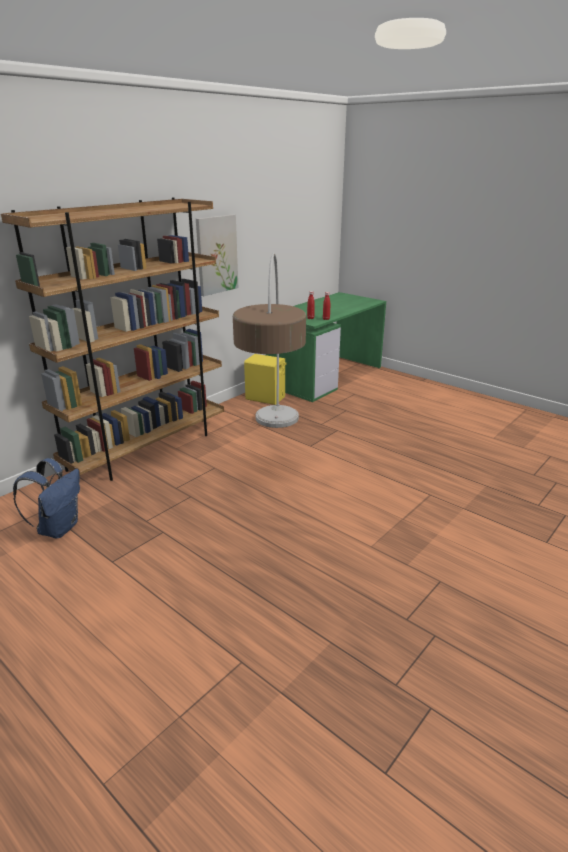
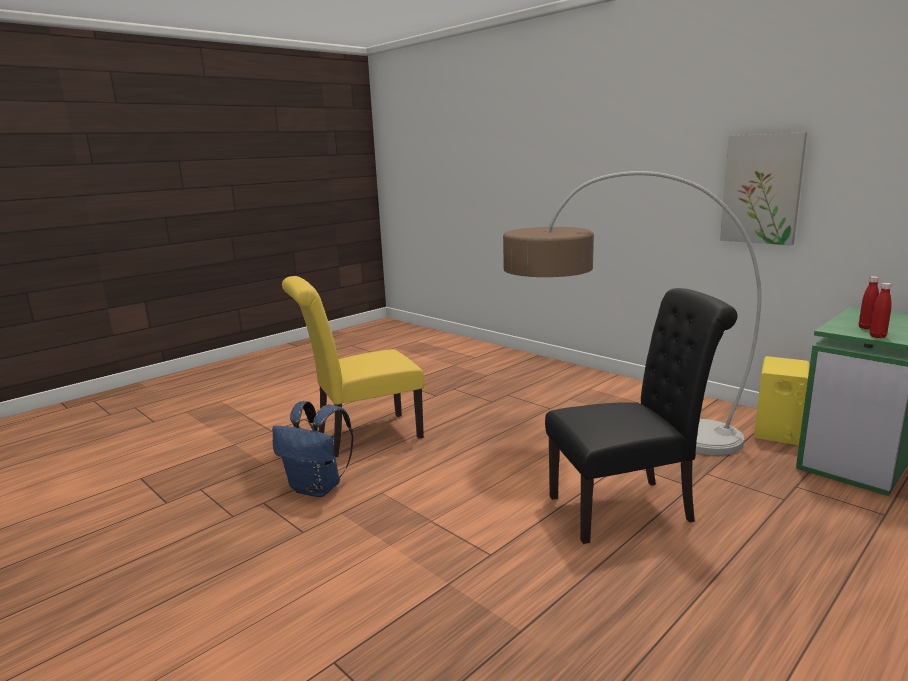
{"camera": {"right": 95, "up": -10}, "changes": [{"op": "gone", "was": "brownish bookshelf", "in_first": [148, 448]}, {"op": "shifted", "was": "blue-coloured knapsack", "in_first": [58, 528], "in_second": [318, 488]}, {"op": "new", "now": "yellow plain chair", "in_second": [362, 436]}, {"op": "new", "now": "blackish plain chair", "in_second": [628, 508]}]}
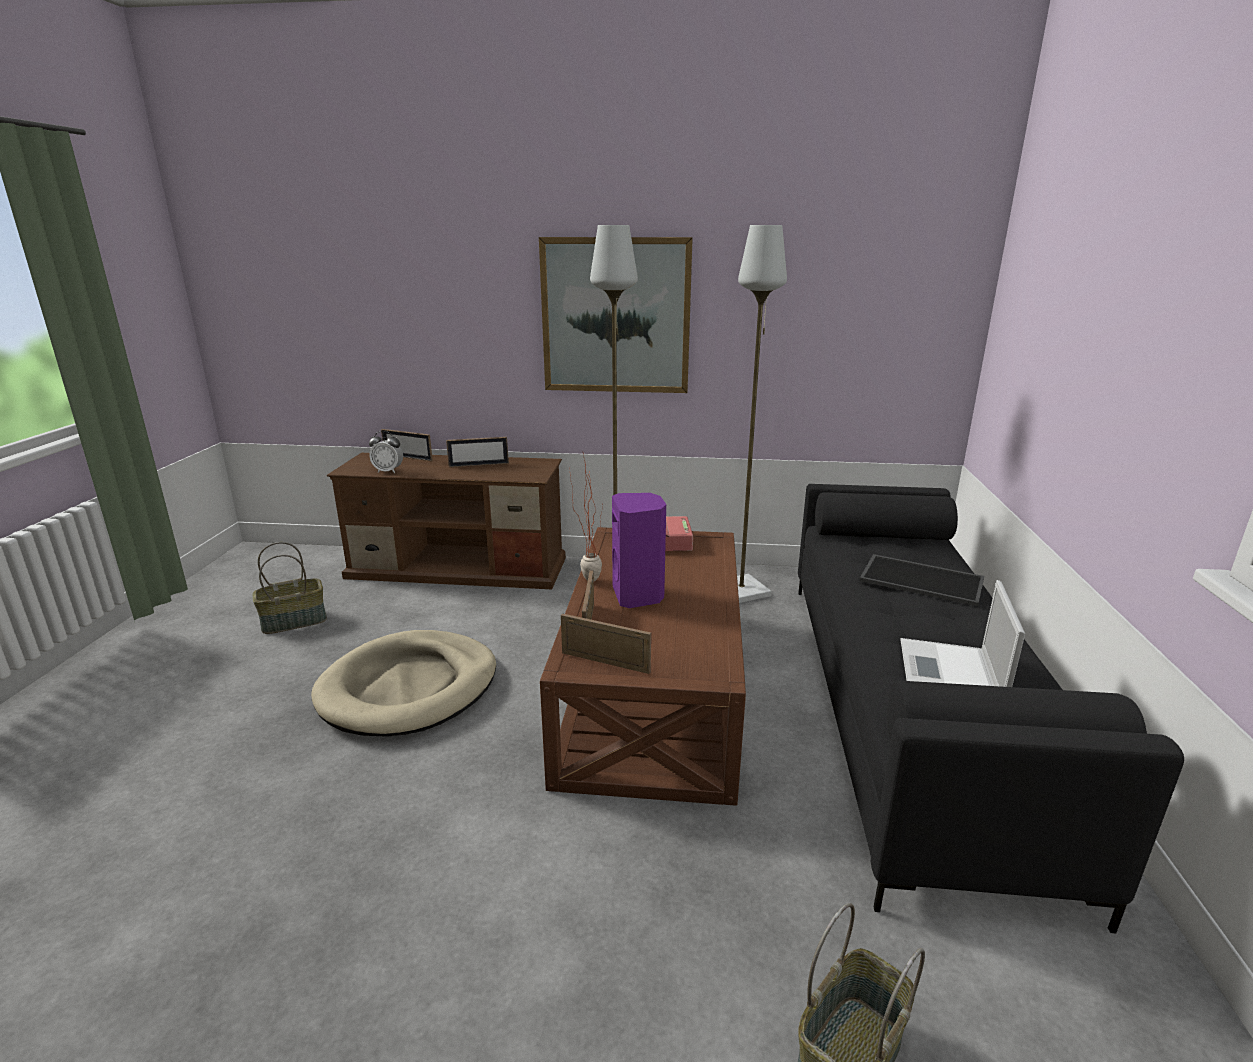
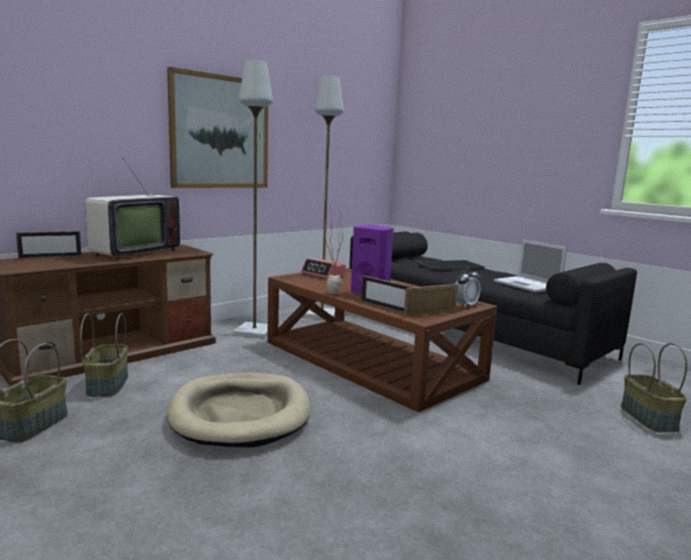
{"camera": {"right": -50, "up": -10}, "changes": [{"op": "shifted", "was": "bedside clock", "in_first": [388, 471], "in_second": [465, 305]}, {"op": "swapped", "was": "photo frame", "now": "TV", "in_first": [478, 465], "in_second": [132, 253]}, {"op": "new", "now": "household basket", "in_second": [107, 385]}]}
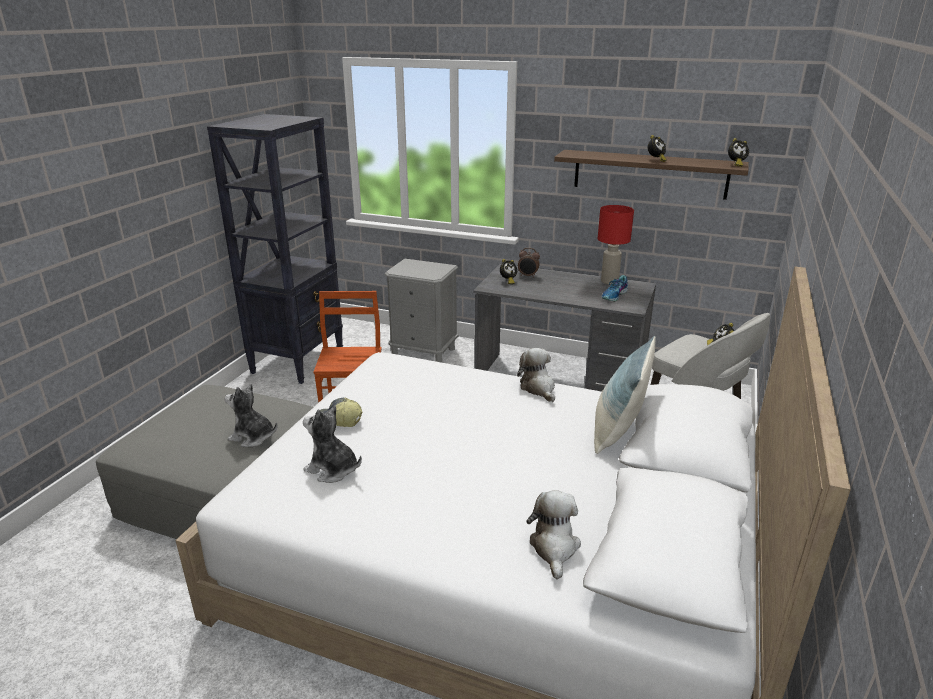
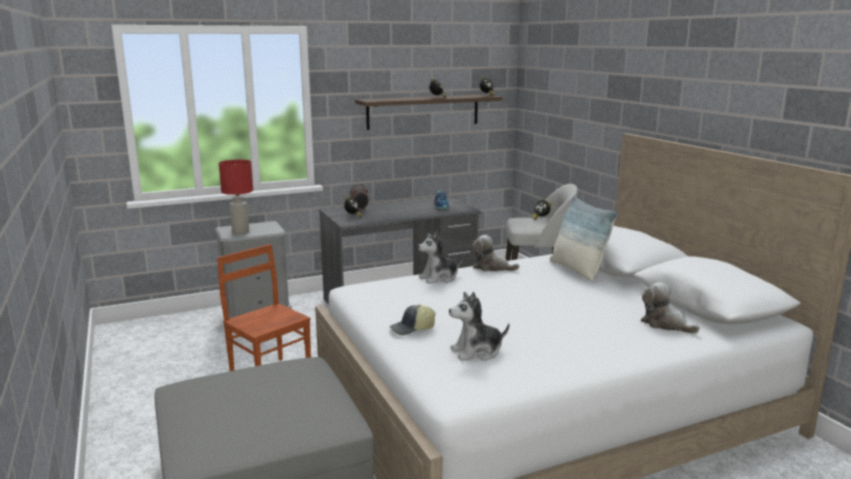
{"camera": {"right": -45, "up": -10}, "changes": [{"op": "gone", "was": "blackish bookshelf", "in_first": [298, 361]}, {"op": "shifted", "was": "soft toy", "in_first": [253, 437], "in_second": [439, 278]}, {"op": "shifted", "was": "red-coloured table lamp", "in_first": [609, 281], "in_second": [240, 232]}]}
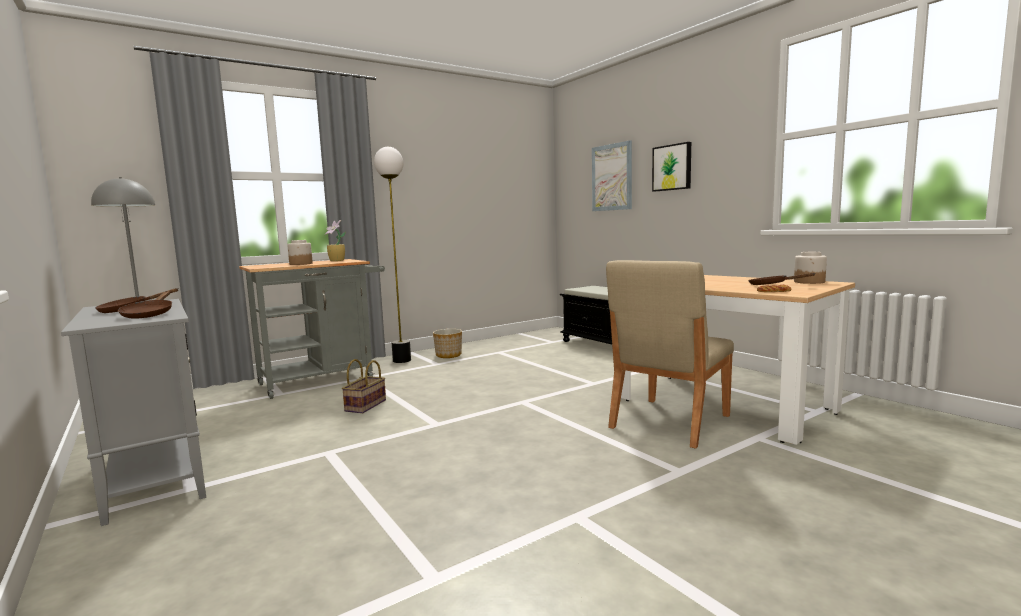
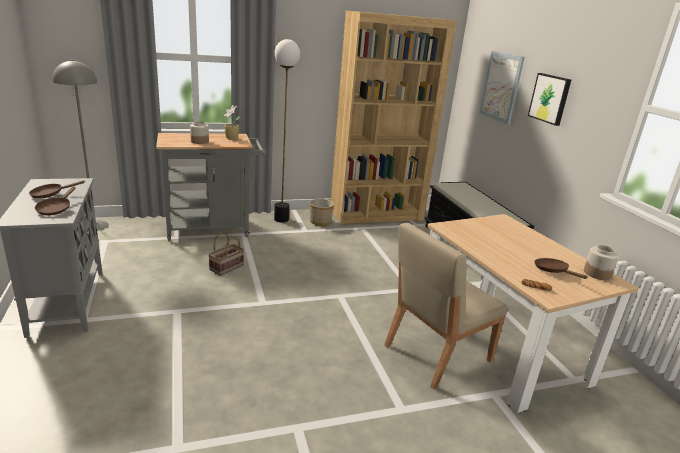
{"camera": {"right": 15, "up": 15}, "changes": [{"op": "new", "now": "brownish bookshelf", "in_second": [377, 214]}]}
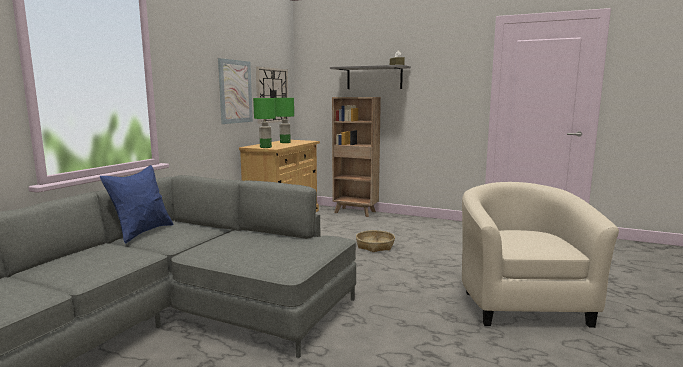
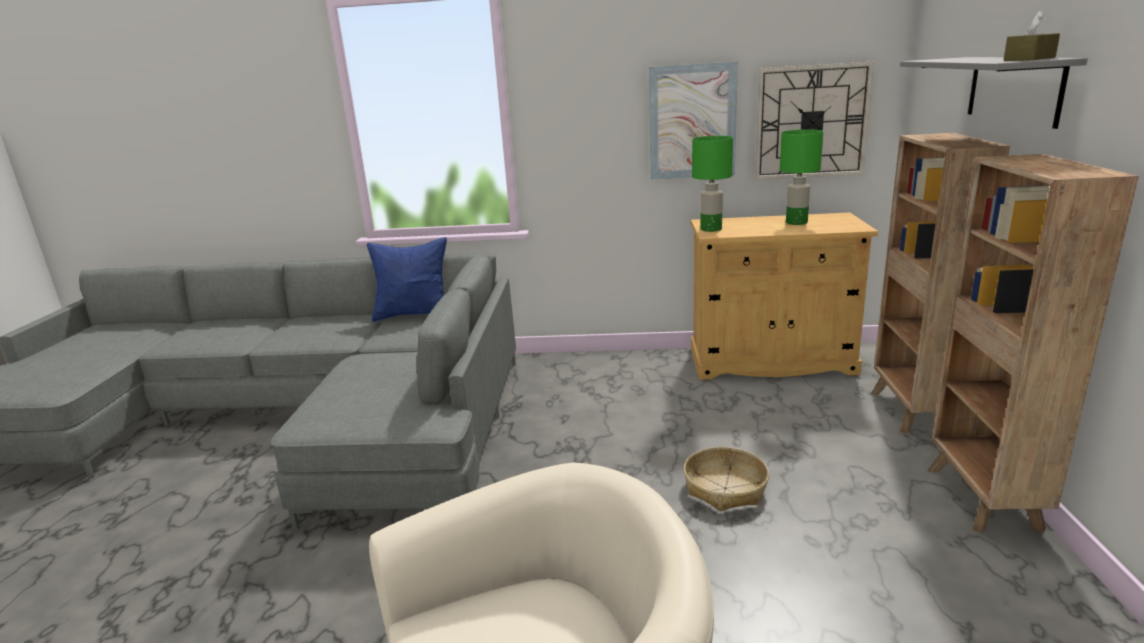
{"camera": {"right": 70, "up": 10}, "changes": [{"op": "new", "now": "brownish bookshelf", "in_second": [983, 499]}]}
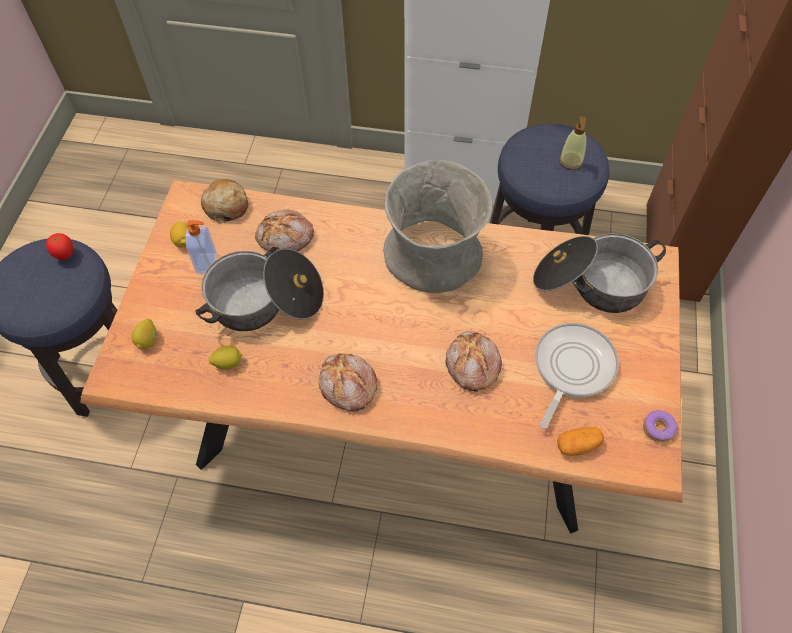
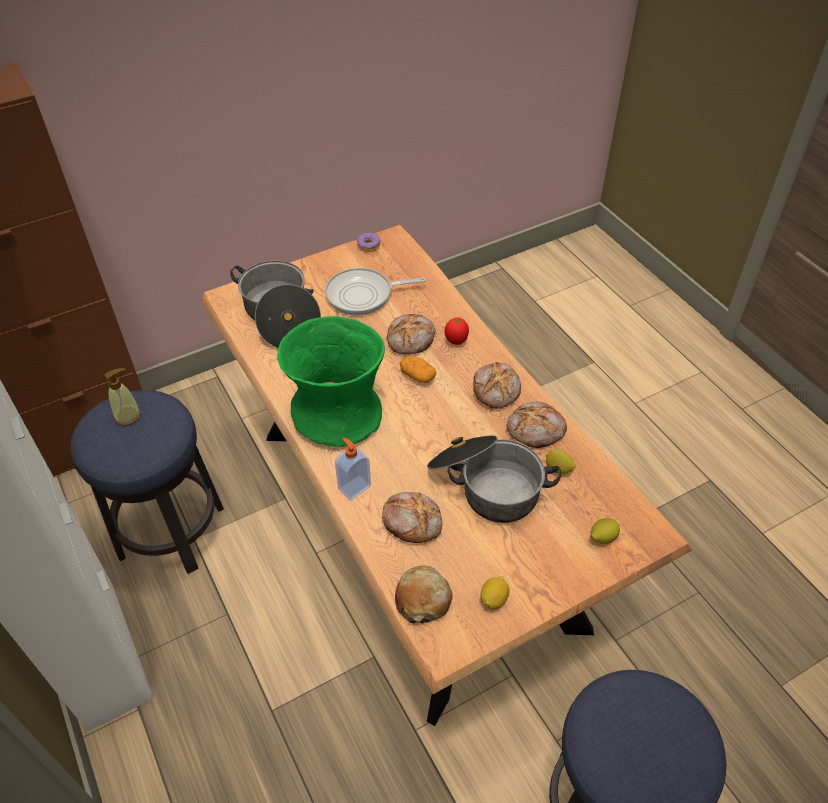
{"camera": {"right": -130, "up": -10}, "changes": [{"op": "shifted", "was": "fresh tomato", "in_first": [65, 255], "in_second": [456, 341]}, {"op": "shifted", "was": "liquid soap bottle", "in_first": [208, 263], "in_second": [354, 487]}, {"op": "repainted", "was": "greyish vase", "now": "greenish vase", "in_first": [433, 257], "in_second": [337, 411]}, {"op": "shifted", "was": "potato", "in_first": [578, 445], "in_second": [417, 376]}, {"op": "new", "now": "baked bread", "in_second": [536, 431]}]}
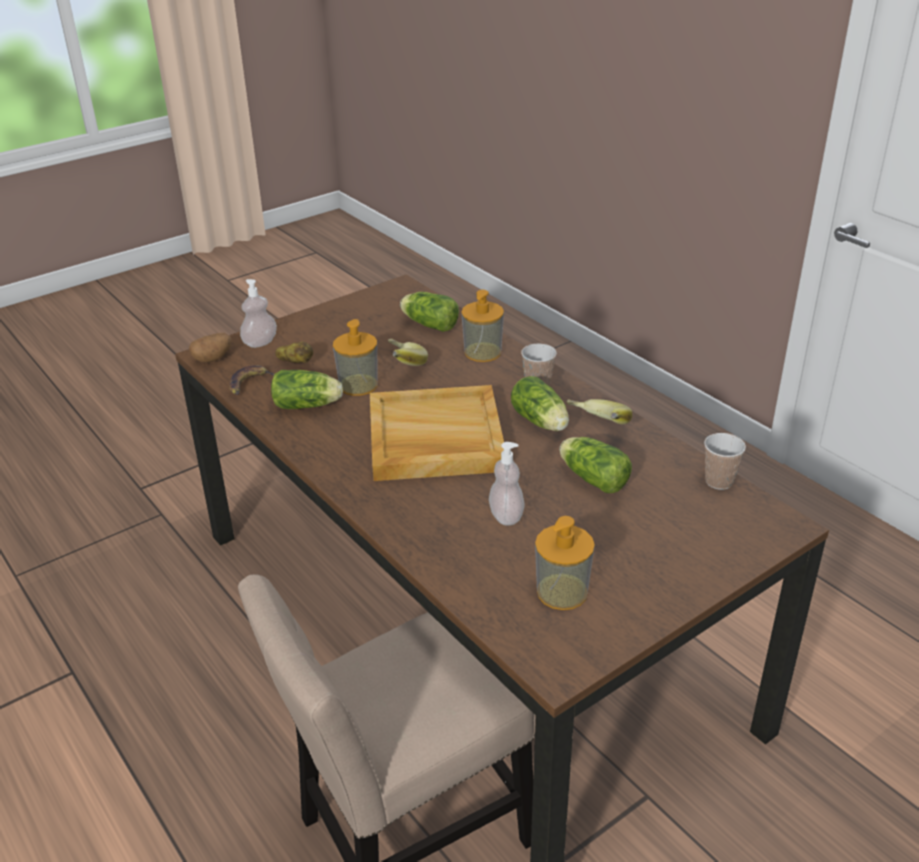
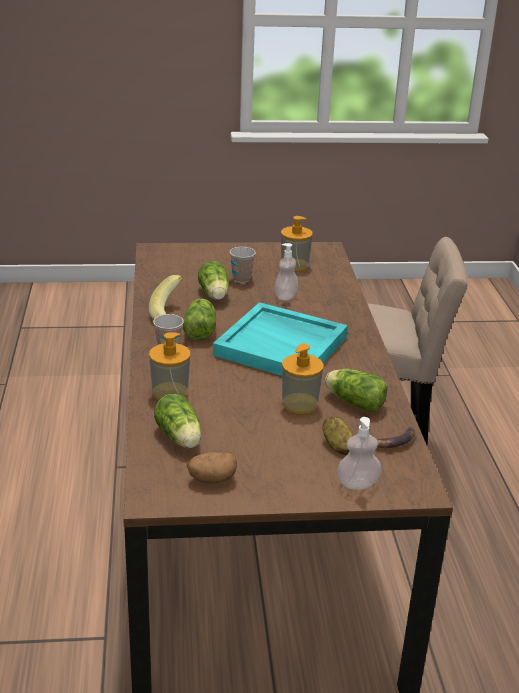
{"camera": {"right": -150, "up": -5}, "changes": [{"op": "shifted", "was": "potato", "in_first": [213, 358], "in_second": [211, 479]}, {"op": "repainted", "was": "beige-coloured carrying tray", "now": "blue-green carrying tray", "in_first": [434, 438], "in_second": [282, 346]}, {"op": "gone", "was": "banana", "in_first": [401, 366]}, {"op": "shifted", "was": "small cup", "in_first": [719, 481], "in_second": [241, 279]}]}
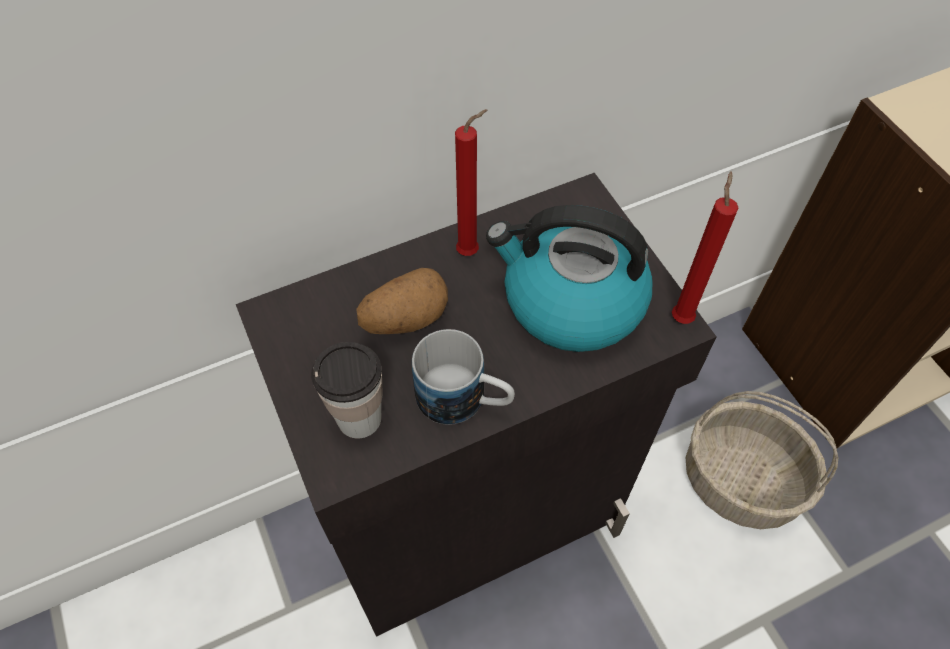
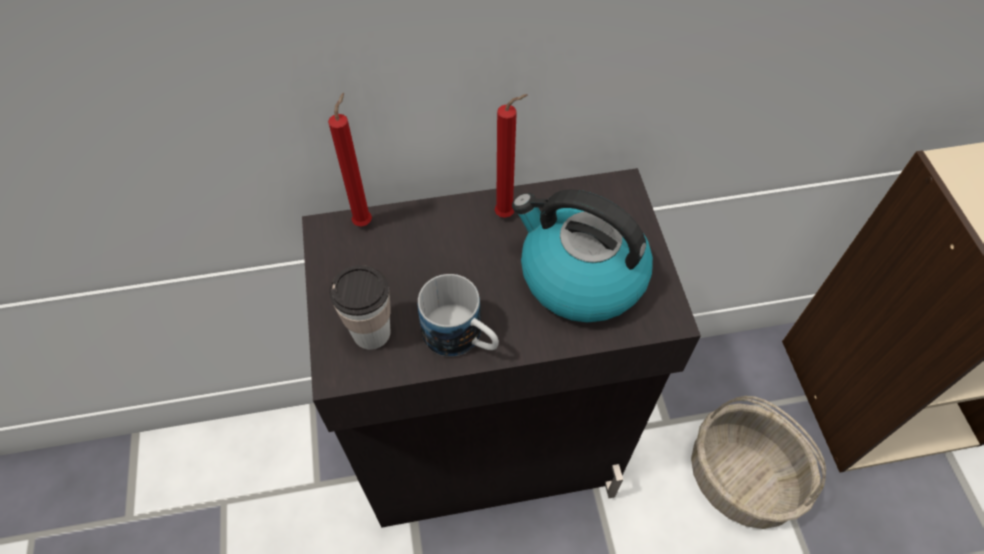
{"camera": {"right": 15, "up": 0}, "changes": [{"op": "gone", "was": "potato", "in_first": [405, 318]}, {"op": "shifted", "was": "red-coloured wax light", "in_first": [681, 316], "in_second": [364, 221]}]}
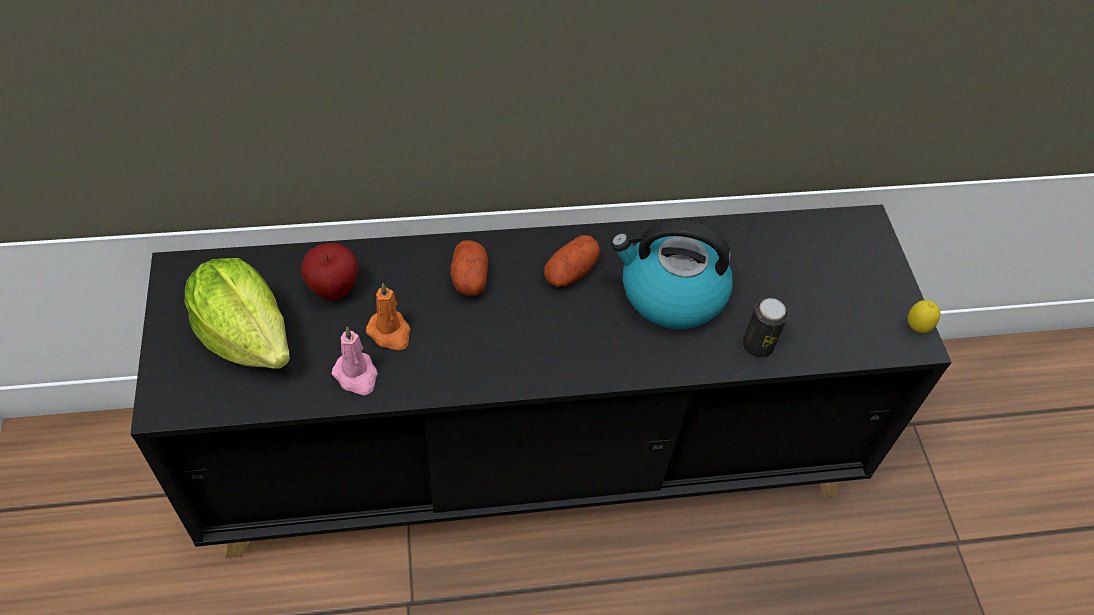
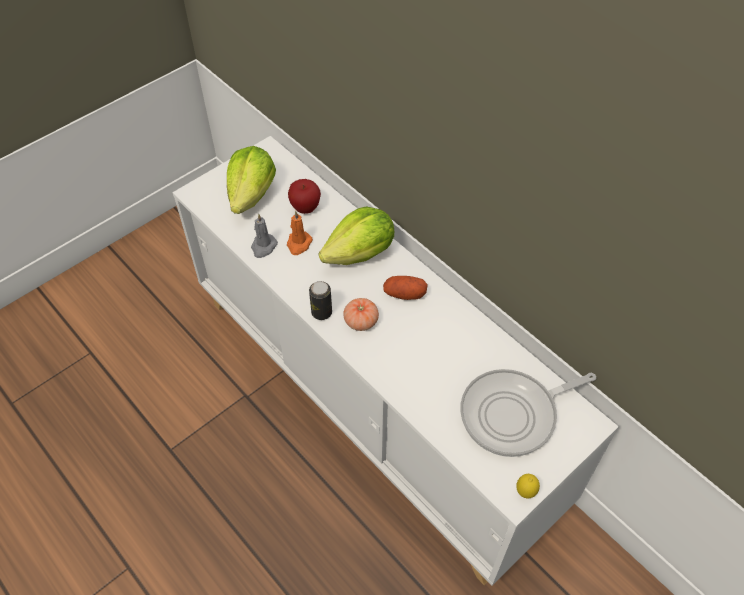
{"camera": {"right": 60, "up": 0}, "changes": [{"op": "repainted", "was": "blackish storage cabinet", "now": "whitish storage cabinet", "in_first": [534, 457], "in_second": [372, 400]}, {"op": "repainted", "was": "pink-coloured wax light", "now": "greyish wax light", "in_first": [356, 375], "in_second": [263, 247]}, {"op": "swapped", "was": "potato", "now": "lettuce", "in_first": [469, 277], "in_second": [360, 254]}, {"op": "gone", "was": "water kettle", "in_first": [670, 294]}, {"op": "shifted", "was": "sealed can", "in_first": [757, 345], "in_second": [321, 312]}, {"op": "new", "now": "fresh tomato", "in_second": [361, 321]}, {"op": "new", "now": "frying pan", "in_second": [513, 414]}]}
